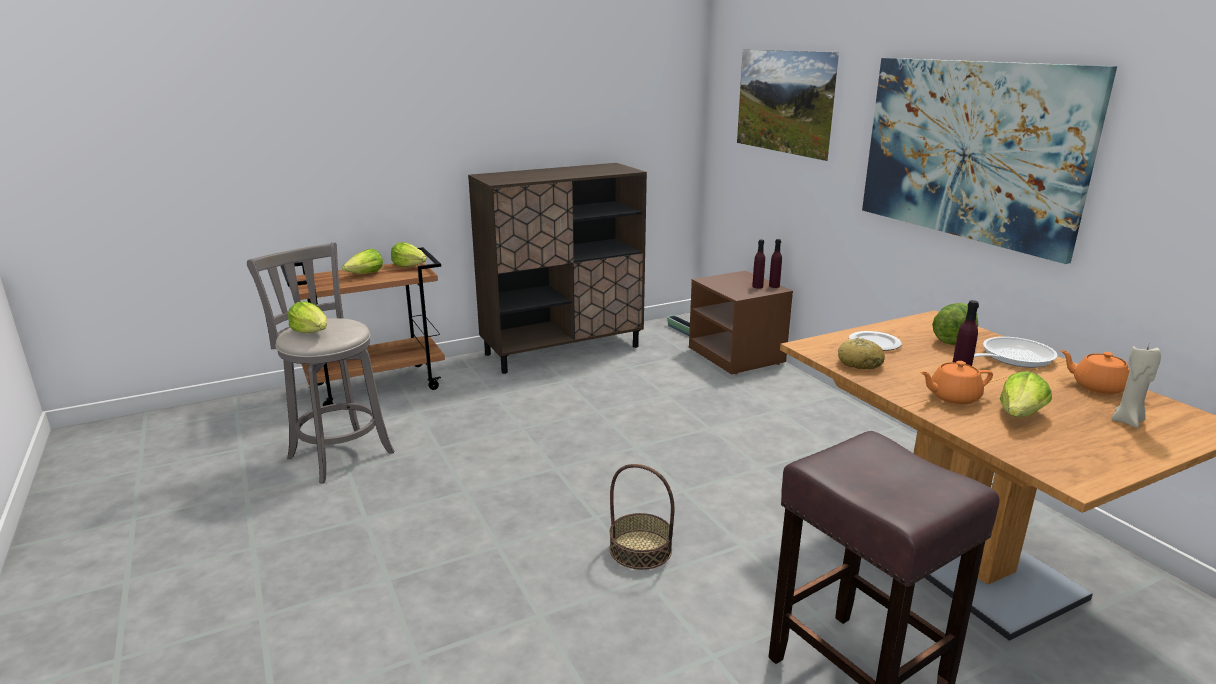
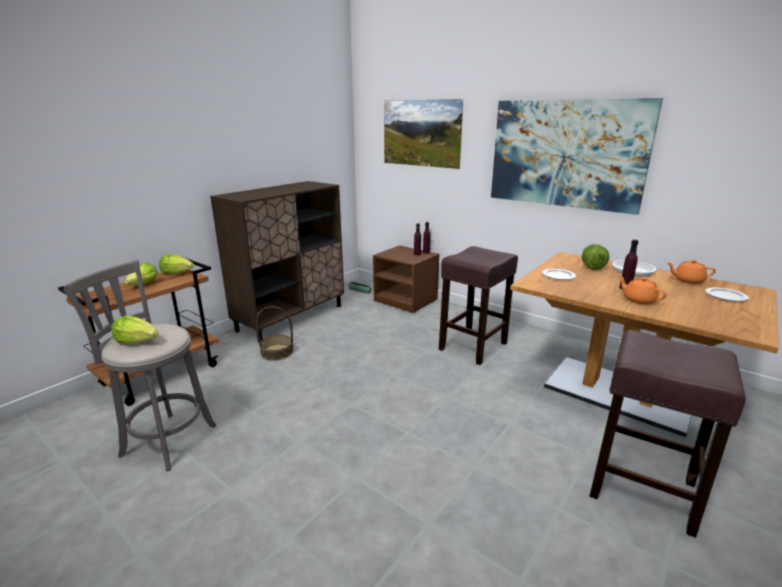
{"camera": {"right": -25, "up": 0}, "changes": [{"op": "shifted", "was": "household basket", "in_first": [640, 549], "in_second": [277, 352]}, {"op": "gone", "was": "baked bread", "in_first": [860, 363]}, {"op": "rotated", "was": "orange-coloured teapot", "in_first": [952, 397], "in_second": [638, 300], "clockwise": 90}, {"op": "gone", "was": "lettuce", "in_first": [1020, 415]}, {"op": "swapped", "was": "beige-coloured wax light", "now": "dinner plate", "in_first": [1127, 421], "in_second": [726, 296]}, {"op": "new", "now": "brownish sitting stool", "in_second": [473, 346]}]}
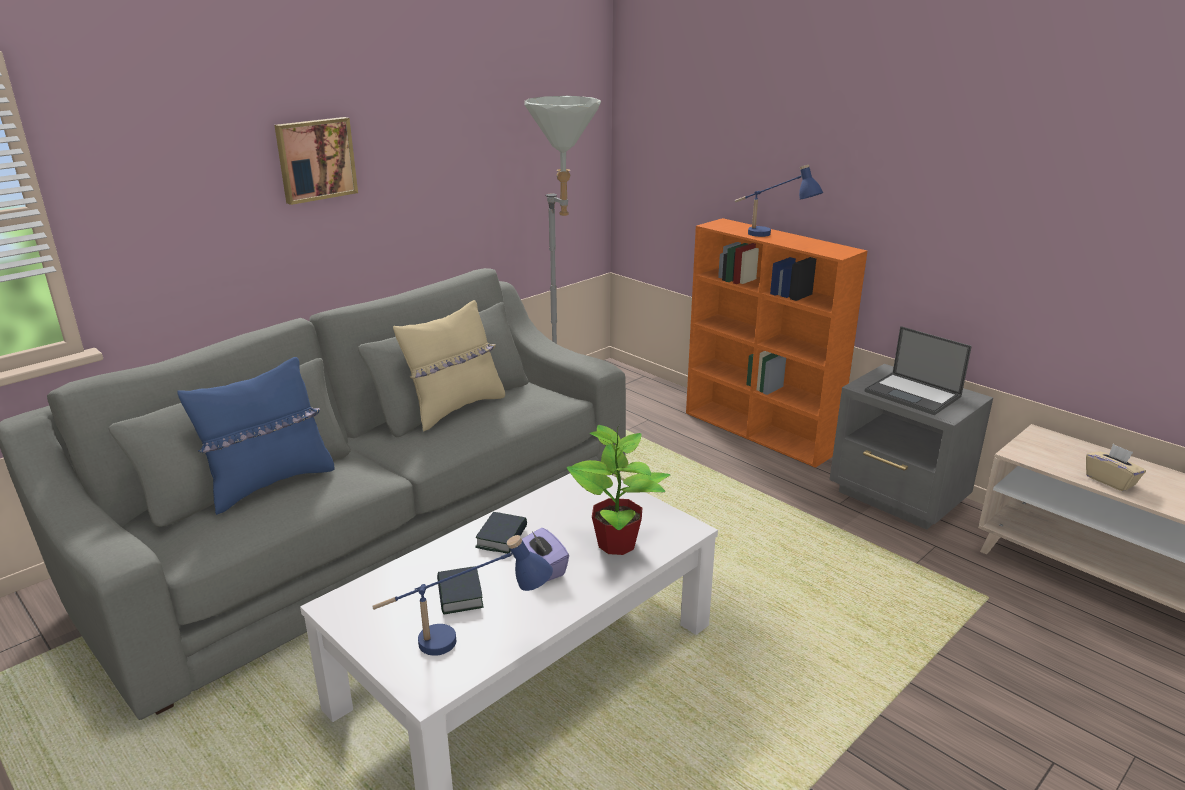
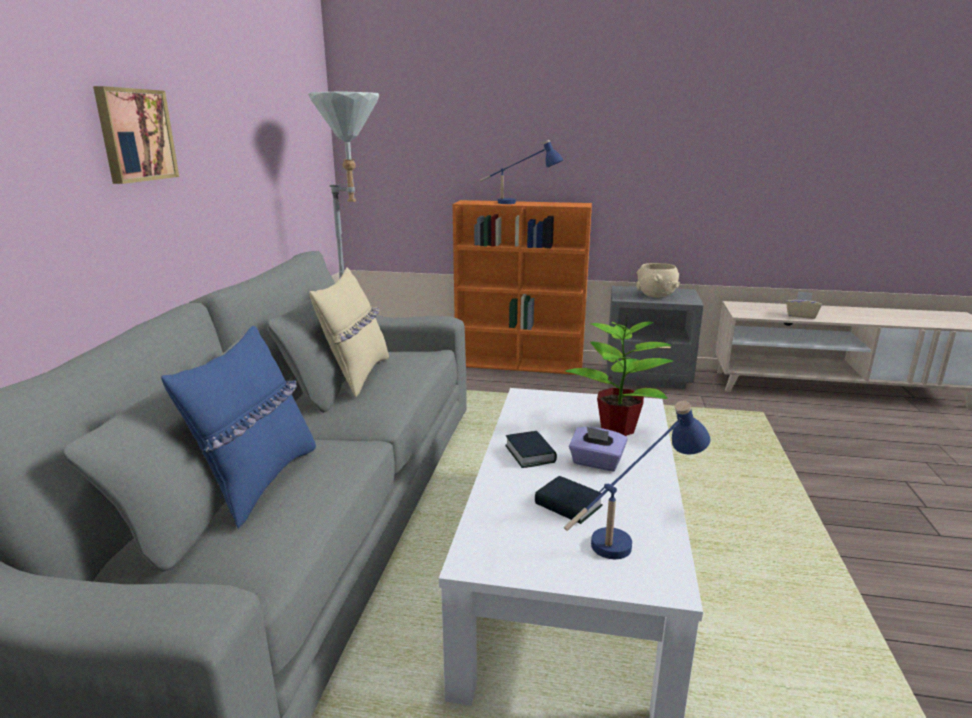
{"camera": {"right": -35, "up": -5}, "changes": [{"op": "swapped", "was": "laptop", "now": "beige-coloured deep dish", "in_first": [914, 394], "in_second": [656, 296]}]}
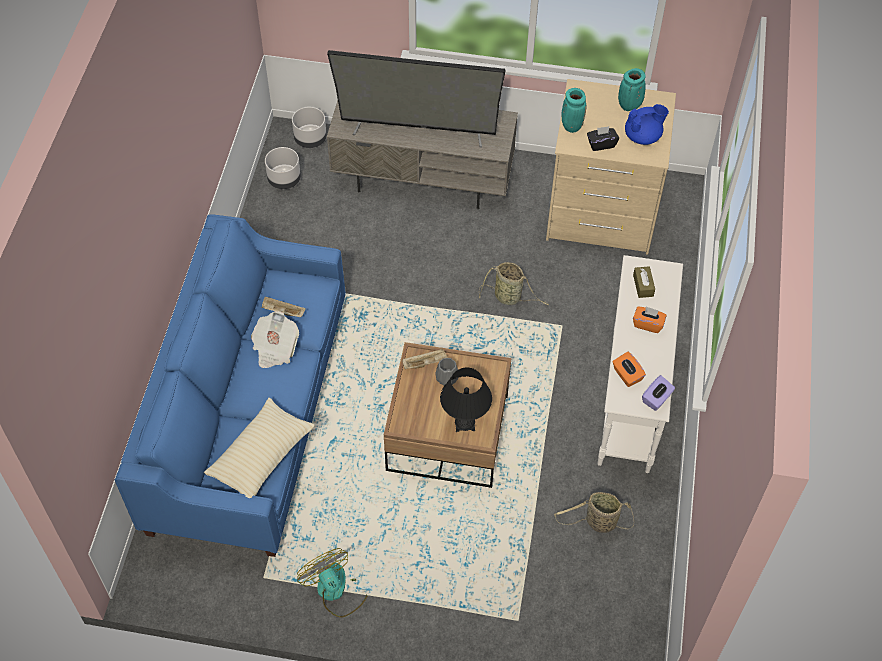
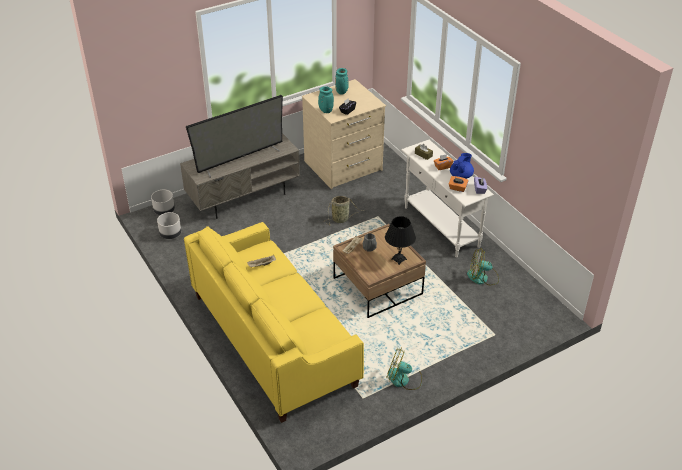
{"camera": {"right": -40, "up": -15}, "changes": [{"op": "repainted", "was": "blue-coloured settee", "now": "yellow settee", "in_first": [249, 416], "in_second": [273, 339]}, {"op": "gone", "was": "beige-coloured cushion", "in_first": [261, 456]}, {"op": "gone", "was": "newspaper", "in_first": [275, 348]}, {"op": "swapped", "was": "household basket", "now": "fan", "in_first": [598, 522], "in_second": [482, 277]}, {"op": "shifted", "was": "blue-coloured teapot", "in_first": [643, 137], "in_second": [461, 176]}]}
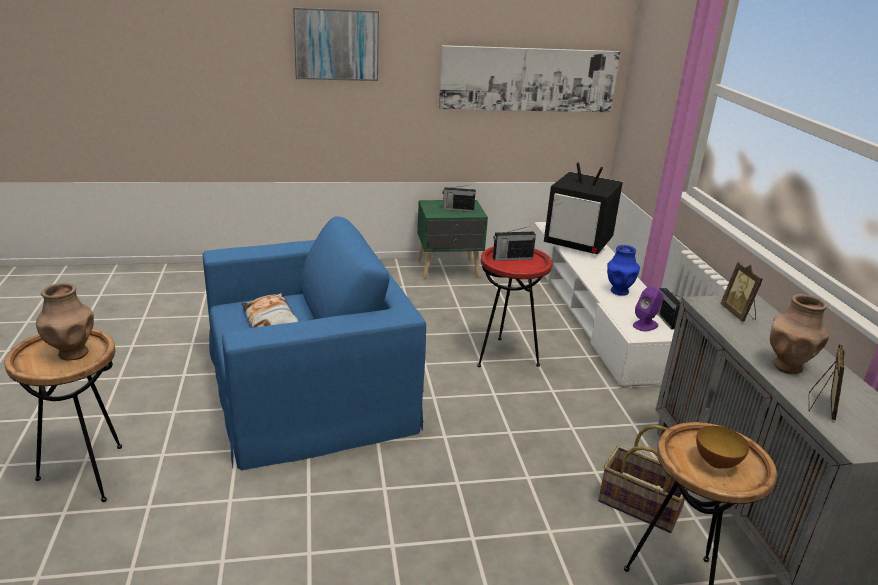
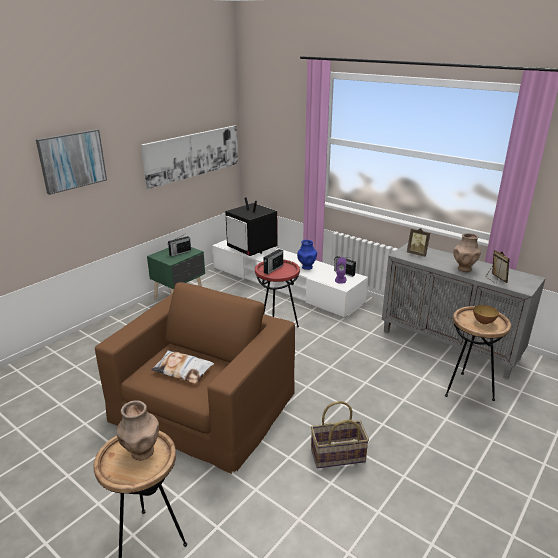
{"camera": {"right": -40, "up": 0}, "changes": [{"op": "repainted", "was": "blue-coloured easy chair", "now": "brownish easy chair", "in_first": [309, 388], "in_second": [204, 405]}, {"op": "rotated", "was": "TV", "in_first": [579, 243], "in_second": [252, 249], "clockwise": 60}, {"op": "shifted", "was": "household basket", "in_first": [638, 506], "in_second": [337, 456]}]}
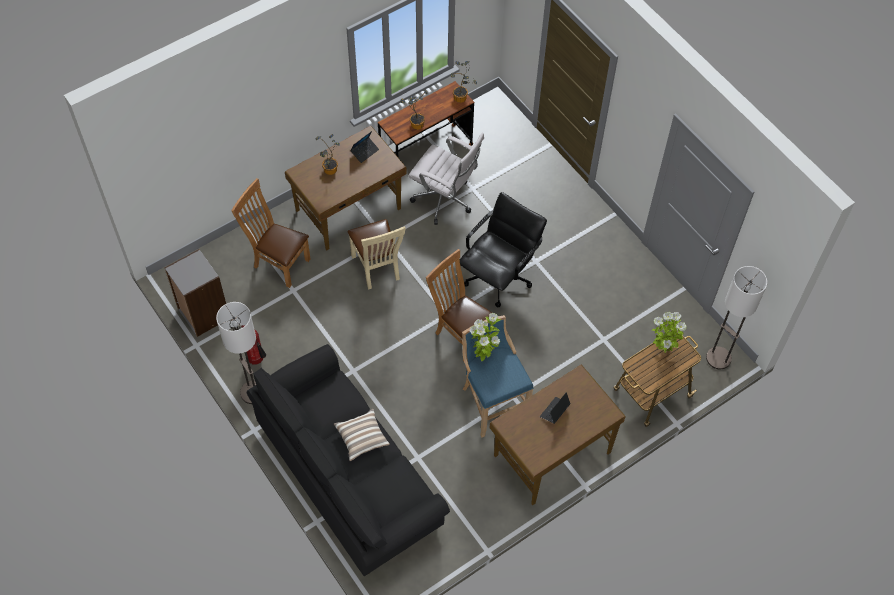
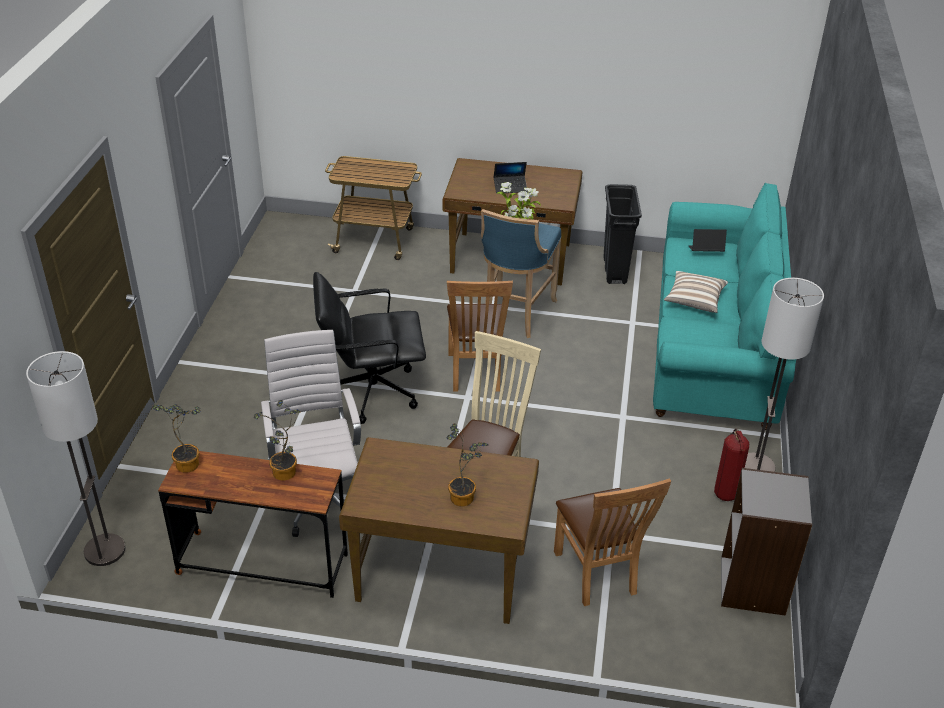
{"camera": {"right": -135, "up": -20}, "changes": [{"op": "repainted", "was": "blackish settee", "now": "blue-green settee", "in_first": [349, 476], "in_second": [713, 348]}, {"op": "shifted", "was": "laptop", "in_first": [365, 151], "in_second": [705, 251]}, {"op": "gone", "was": "potted plant", "in_first": [663, 349]}, {"op": "shifted", "was": "standard lamp", "in_first": [718, 358], "in_second": [104, 550]}, {"op": "new", "now": "blackish trash can", "in_second": [615, 271]}]}
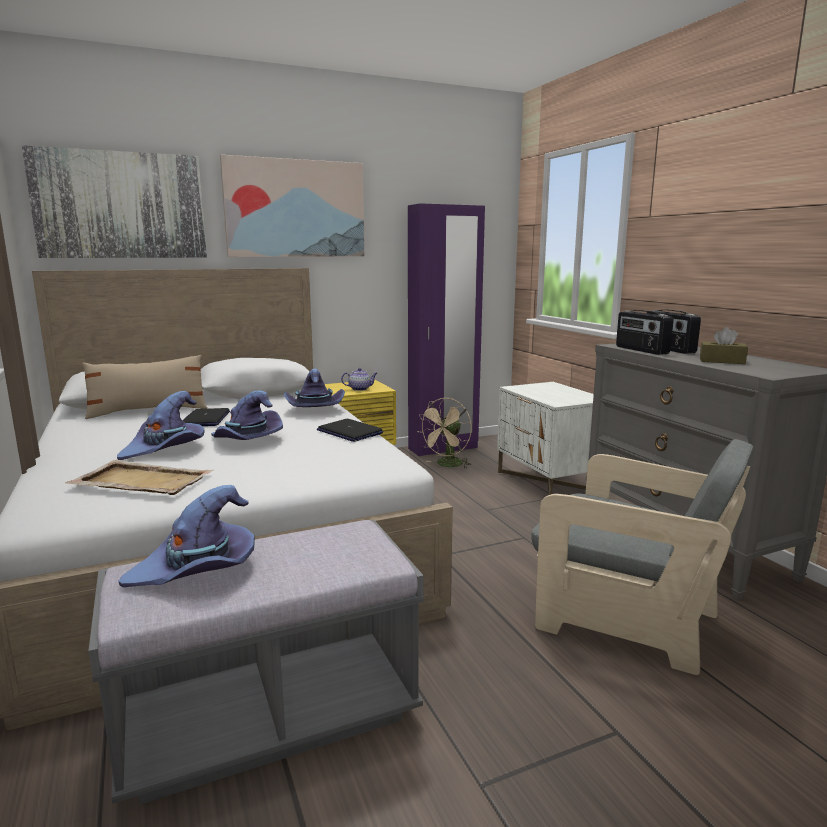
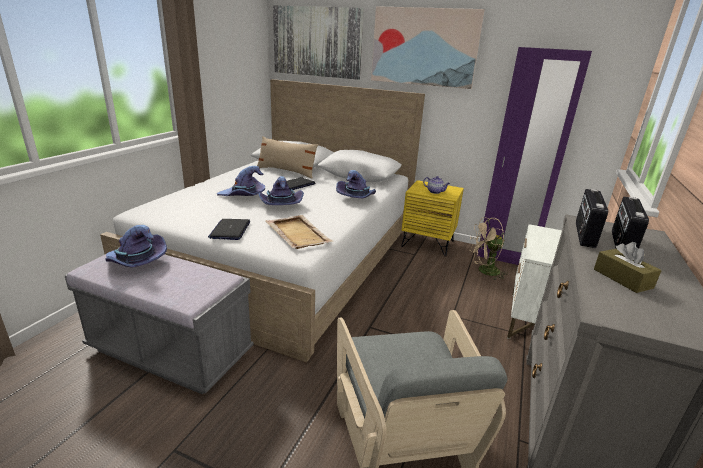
{"camera": {"right": 45, "up": 10}, "changes": [{"op": "shifted", "was": "beige-coloured carrying tray", "in_first": [141, 481], "in_second": [297, 233]}, {"op": "shifted", "was": "laptop", "in_first": [349, 432], "in_second": [230, 230]}]}
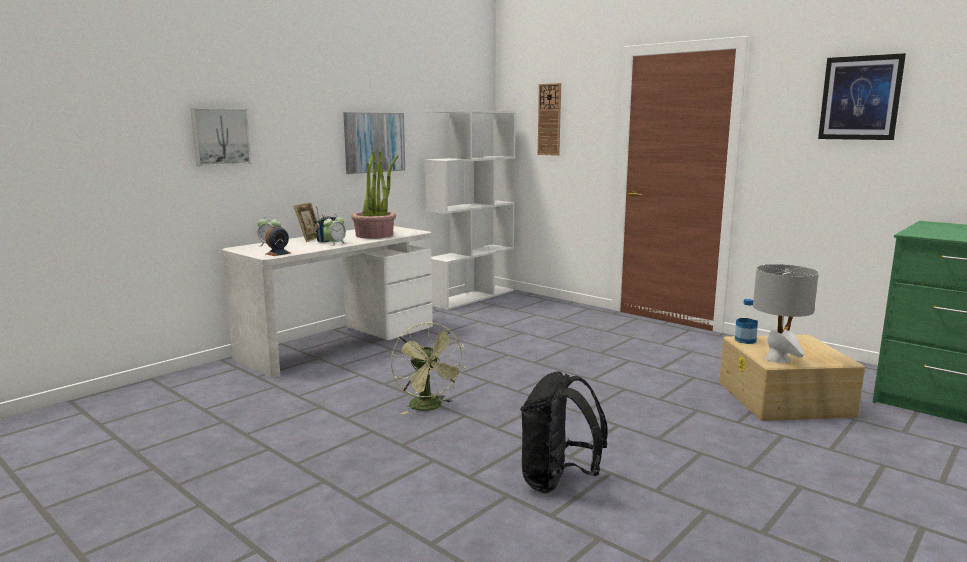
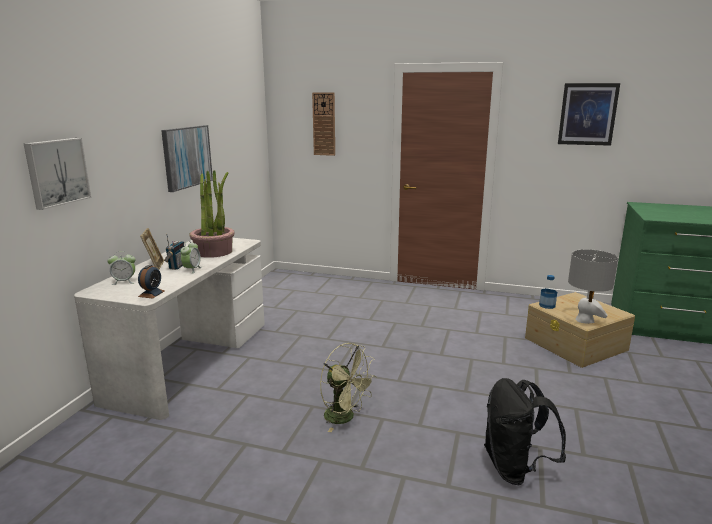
{"camera": {"right": -25, "up": 5}, "changes": [{"op": "gone", "was": "whitish bookshelf", "in_first": [472, 297]}]}
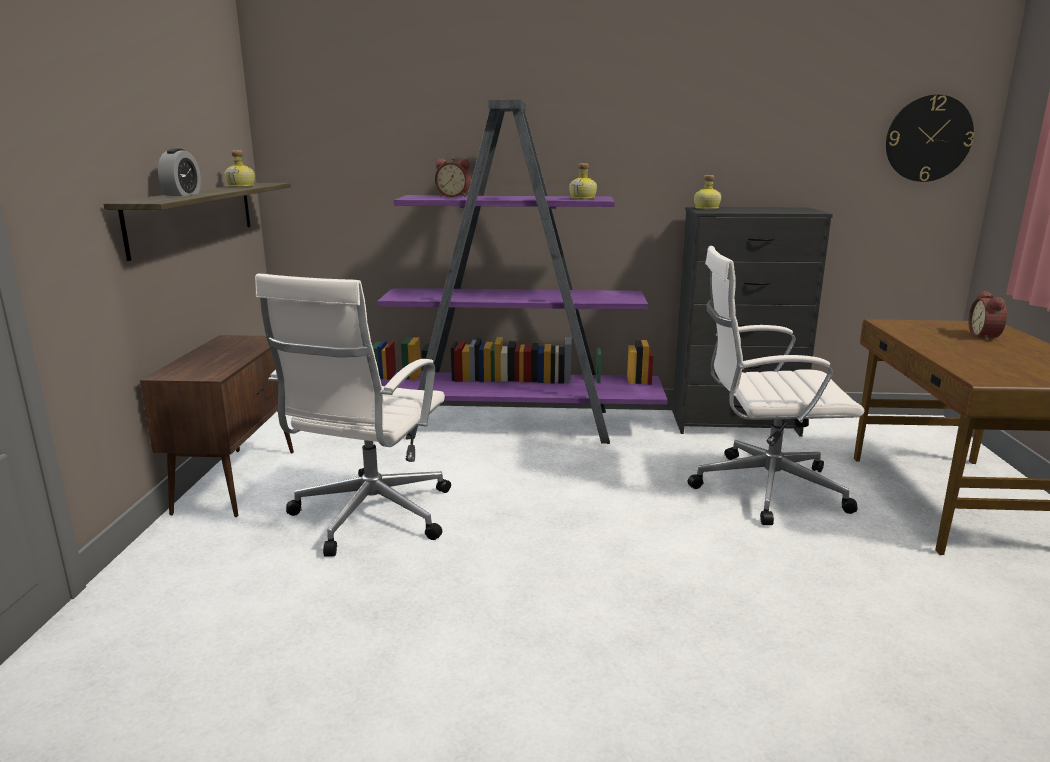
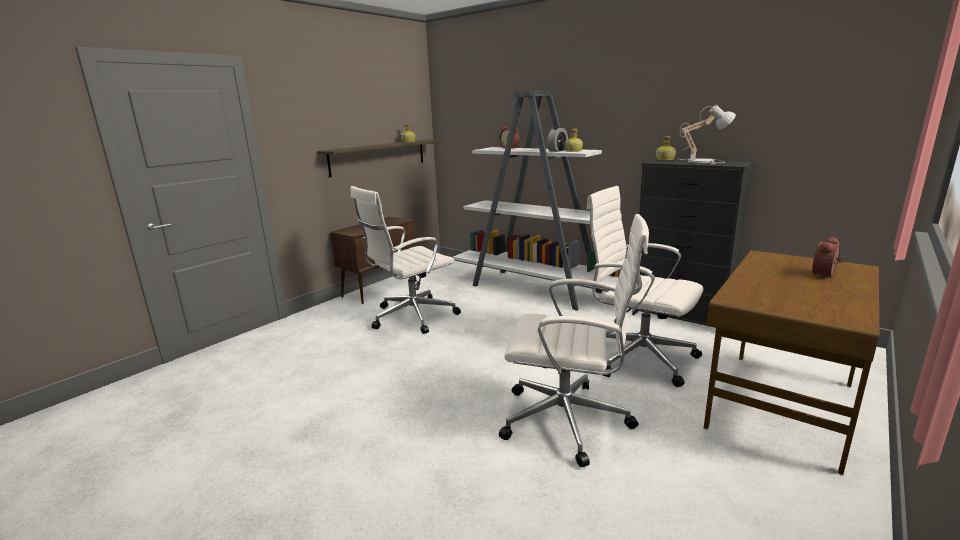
{"camera": {"right": 35, "up": 0}, "changes": [{"op": "shifted", "was": "bedside clock", "in_first": [182, 194], "in_second": [557, 150]}, {"op": "repainted", "was": "purple bookshelf", "now": "whitish bookshelf", "in_first": [514, 424], "in_second": [537, 289]}, {"op": "gone", "was": "hanging clock", "in_first": [928, 138]}, {"op": "new", "now": "whitish computer chair", "in_second": [569, 421]}, {"op": "new", "now": "table lamp", "in_second": [701, 161]}]}
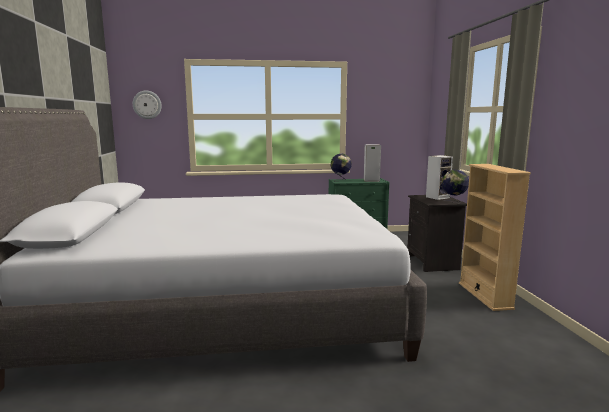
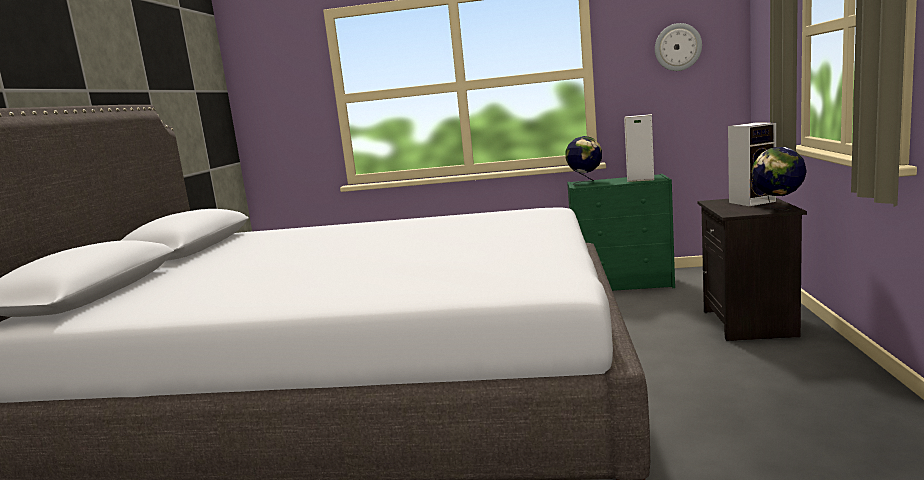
{"camera": {"right": 15, "up": 0}, "changes": [{"op": "shifted", "was": "hanging clock", "in_first": [147, 104], "in_second": [677, 47]}, {"op": "gone", "was": "beige-coloured bookshelf", "in_first": [485, 295]}]}
